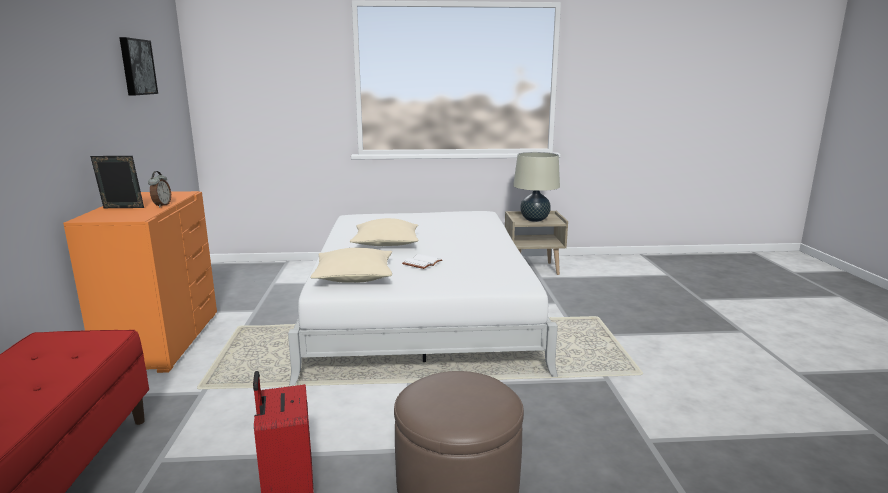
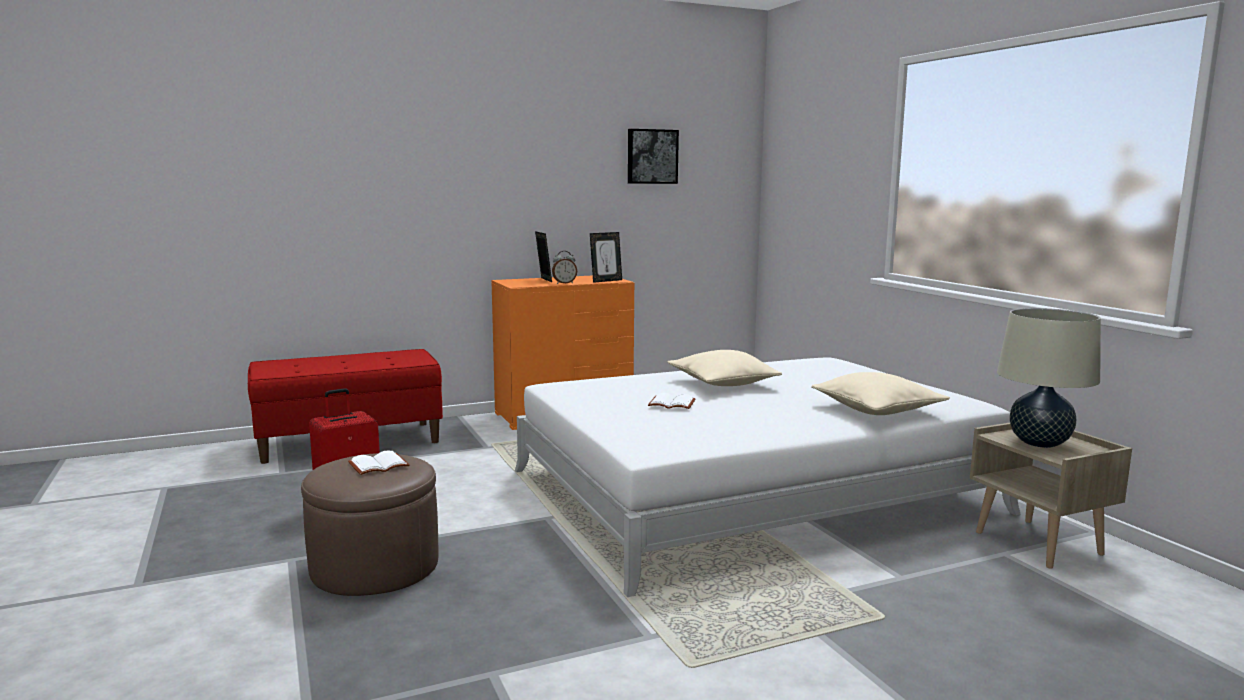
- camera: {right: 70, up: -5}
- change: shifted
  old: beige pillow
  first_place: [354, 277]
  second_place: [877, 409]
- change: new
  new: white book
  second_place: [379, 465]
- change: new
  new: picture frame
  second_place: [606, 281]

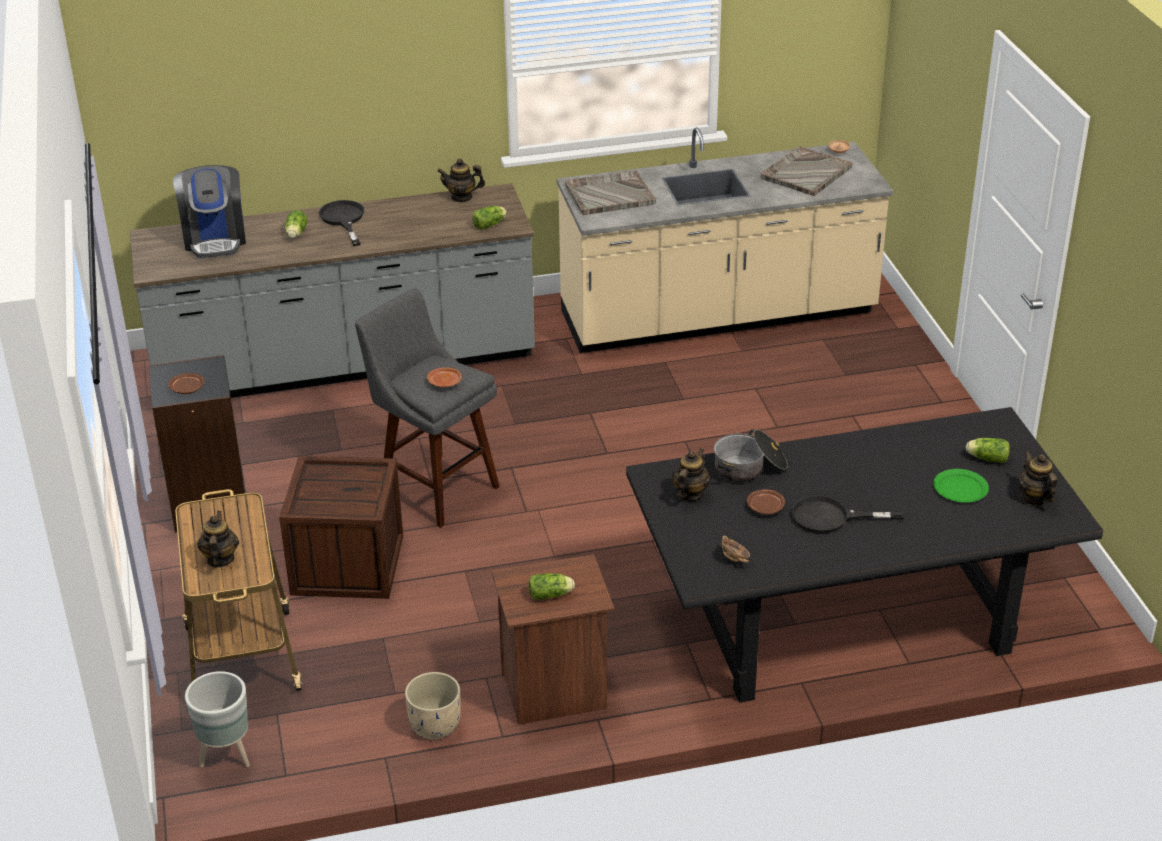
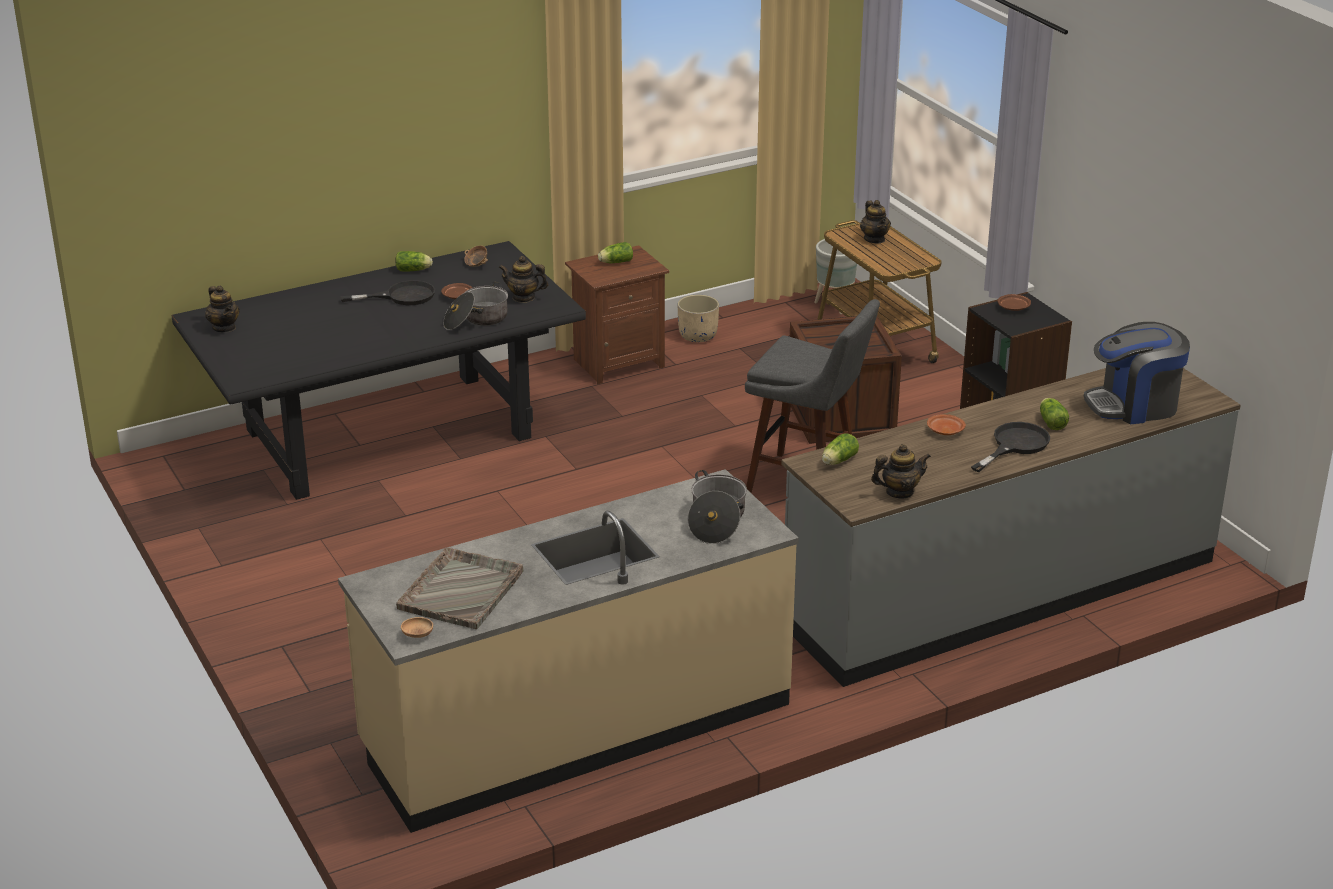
- camera: {right: 165, up: -5}
- change: rotated
  old: coffee machine
  first_place: [215, 239]
  second_place: [1134, 405]
  degrees: -75
- change: rotated
  old: black frying pan
  first_place: [343, 220]
  second_place: [1014, 445]
  degrees: -105
- change: shifted
  old: brown plate
  first_place: [445, 383]
  second_place: [945, 430]
- change: swapped
  old: grey tray
  new: cooking pot
  first_place: [609, 195]
  second_place: [716, 521]
- change: rotated
  old: teapot
  first_place: [689, 494]
  second_place: [523, 297]
  degrees: 90
- change: gone
  old: green plate
  first_place: [960, 488]
- change: shifted
  old: lettuce
  first_place: [986, 458]
  second_place: [414, 270]

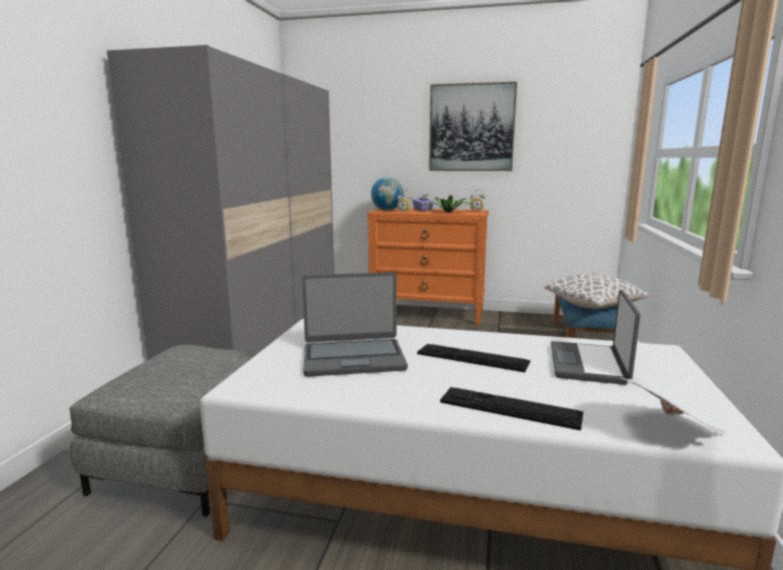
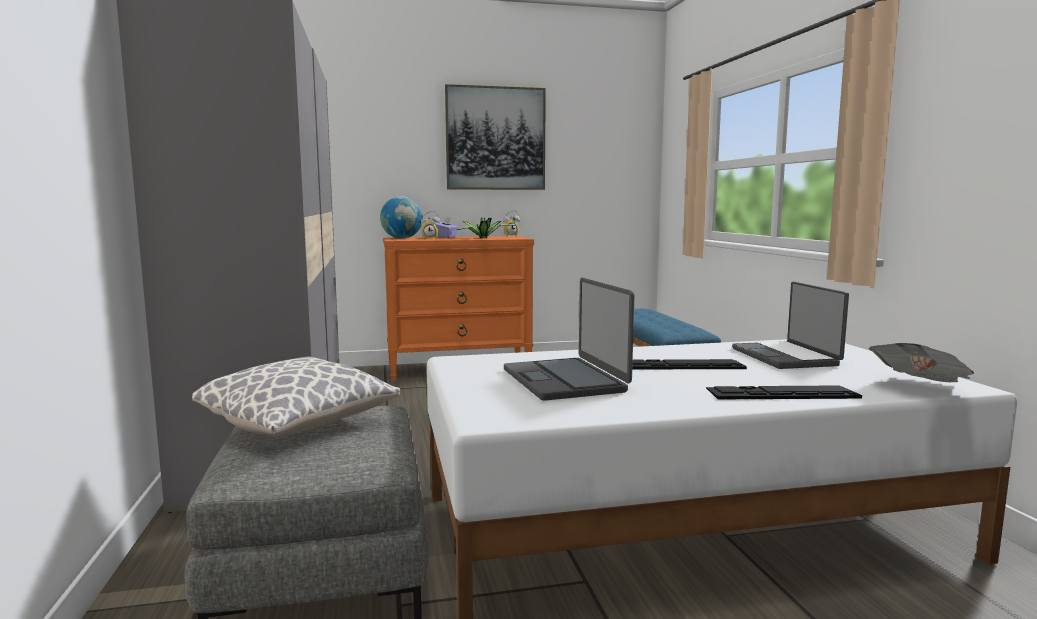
- camera: {right: -25, up: -5}
- change: rotated
  old: laptop
  first_place: [353, 358]
  second_place: [565, 380]
  degrees: 105
- change: shifted
  old: pillow
  first_place: [593, 305]
  second_place: [300, 425]

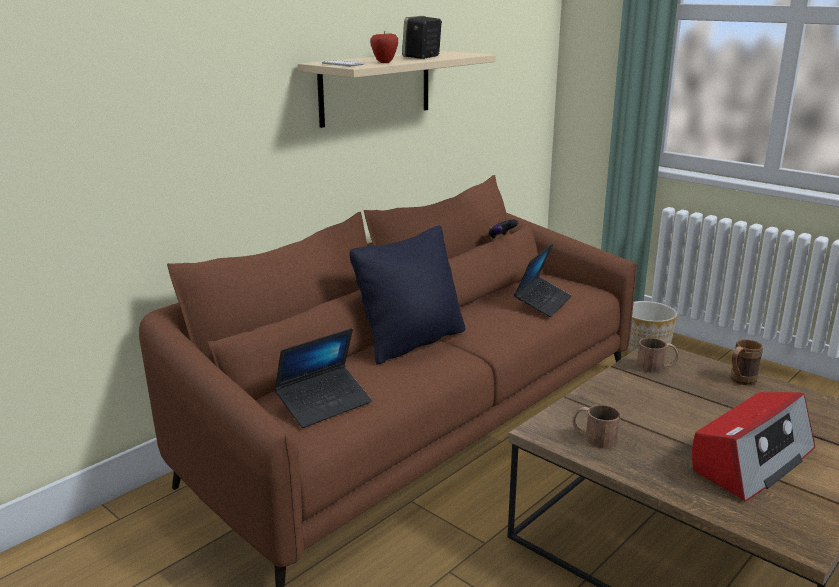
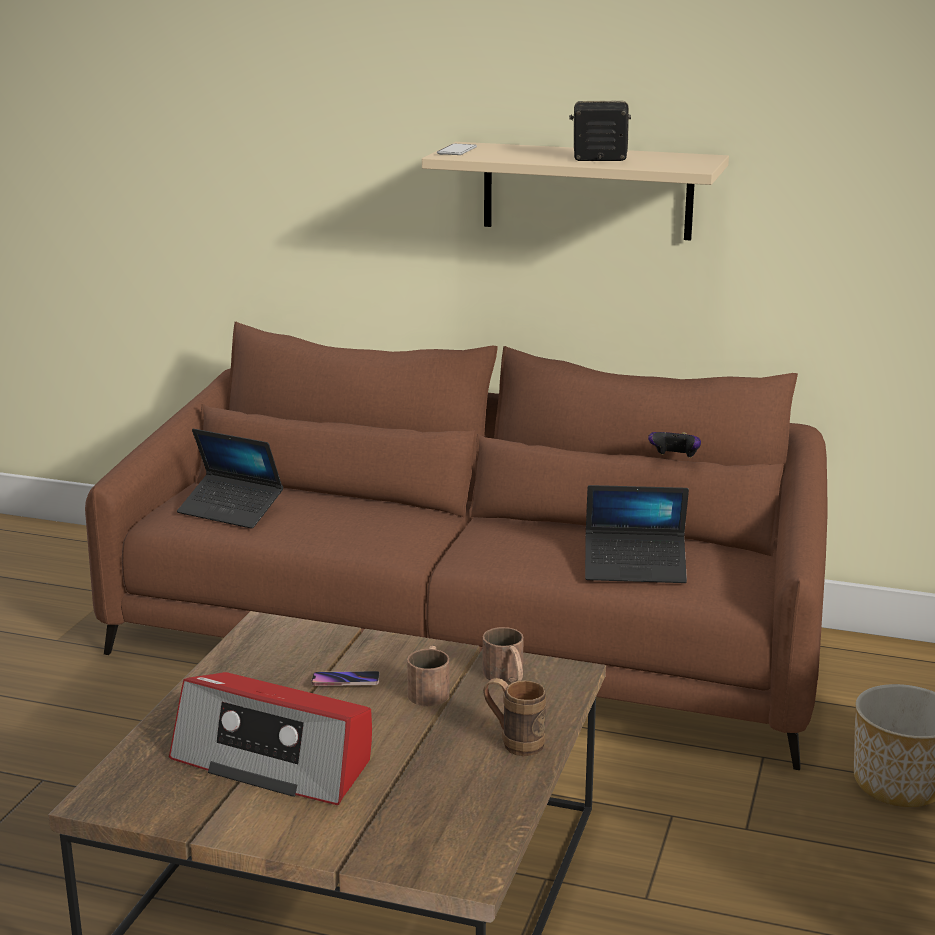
- camera: {right: 65, up: 0}
- change: gone
  old: black pillow
  first_place: [412, 342]
- change: gone
  old: apple
  first_place: [384, 63]
- change: shifted
  old: brown mug
  first_place: [593, 437]
  second_place: [430, 690]
- change: new
  new: phone
  second_place: [345, 682]

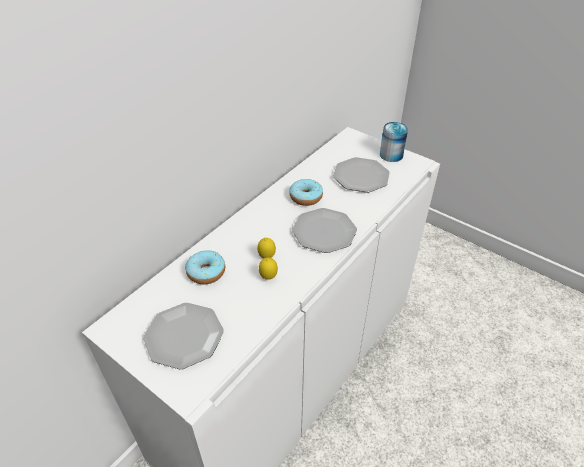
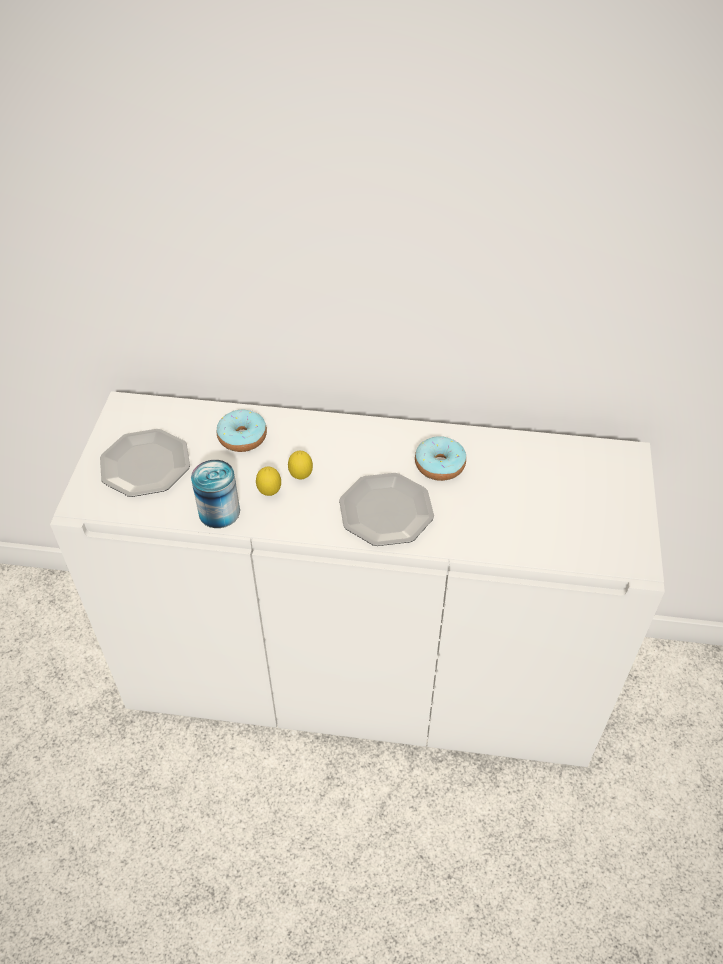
- camera: {right: 60, up: 5}
- change: gone
  old: plate
  first_place: [361, 176]
- change: shifted
  old: can
  first_place: [391, 155]
  second_place: [219, 512]

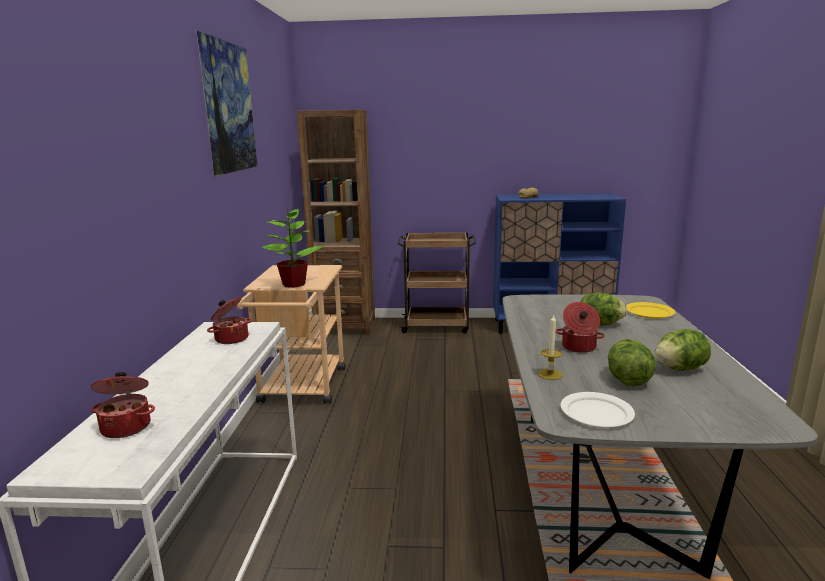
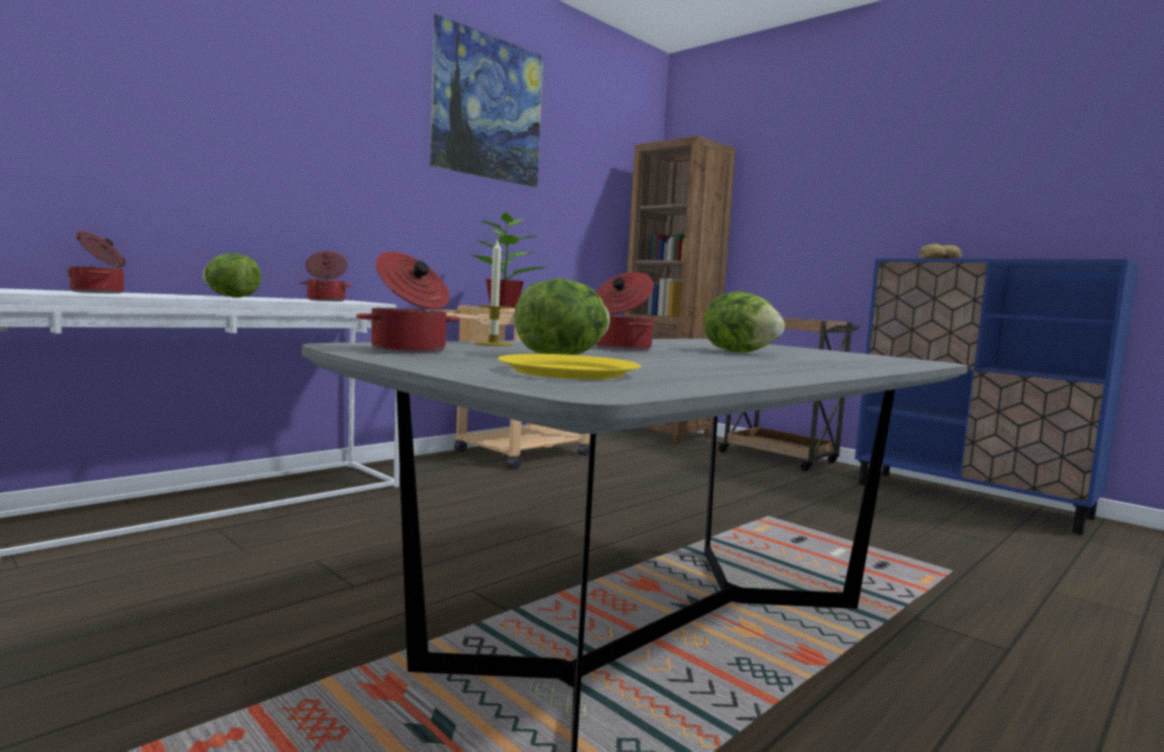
- camera: {right: 40, up: -10}
- change: swapped
  old: white plate
  new: cooking pot
  first_place: [597, 412]
  second_place: [409, 350]
- change: shifted
  old: yellow plate
  first_place: [649, 312]
  second_place: [567, 372]
- change: shifted
  old: lettuce
  first_place: [679, 369]
  second_place: [231, 297]

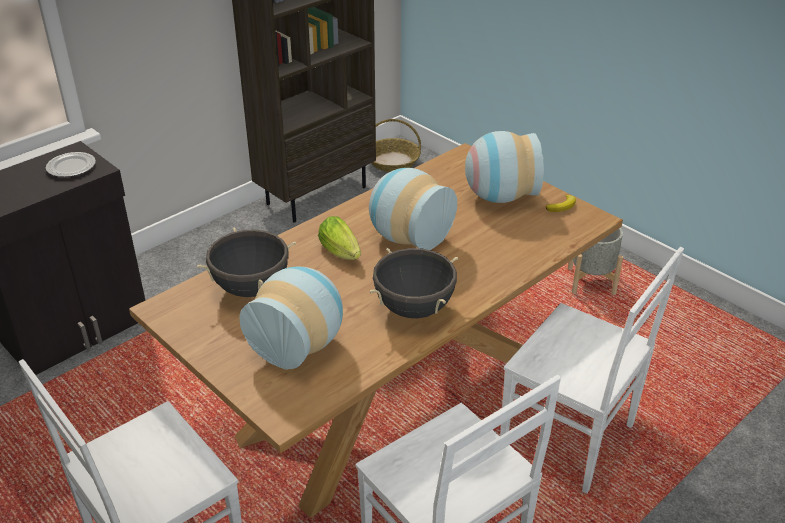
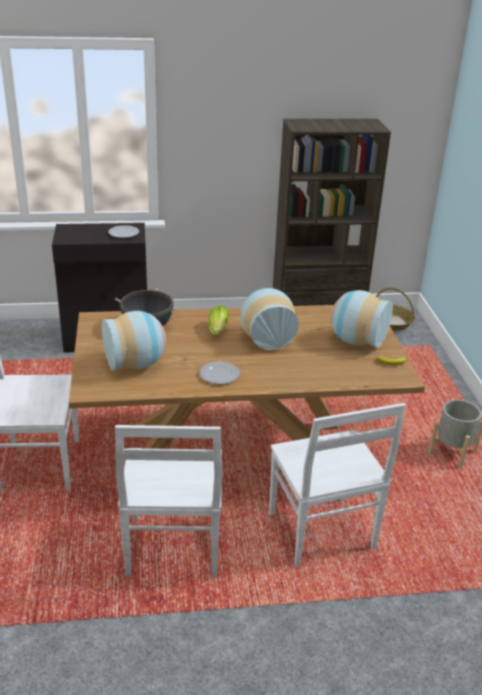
- camera: {right: 35, up: -5}
- change: swapped
  old: black cooking pot
  new: plate
  first_place: [414, 308]
  second_place: [219, 375]

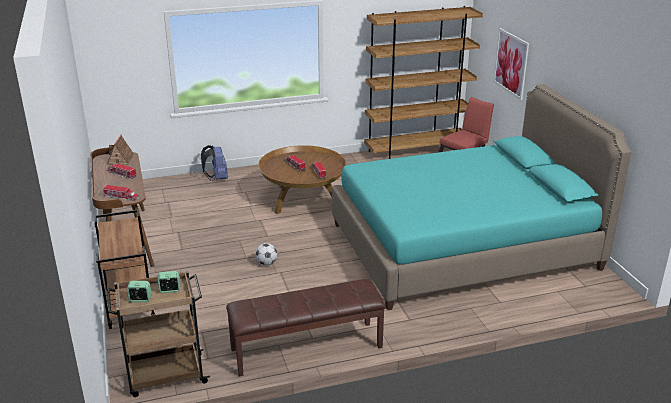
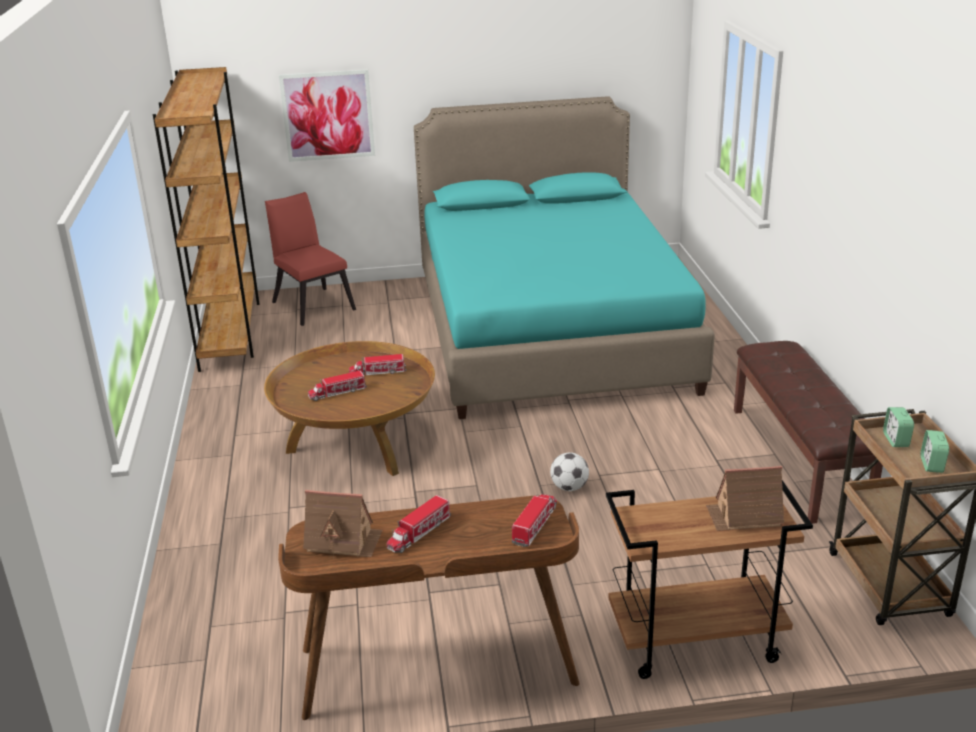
- camera: {right: -80, up: 0}
- change: gone
  old: blue backpack
  first_place: [217, 178]
- change: new
  new: toy house
  second_place: [744, 516]

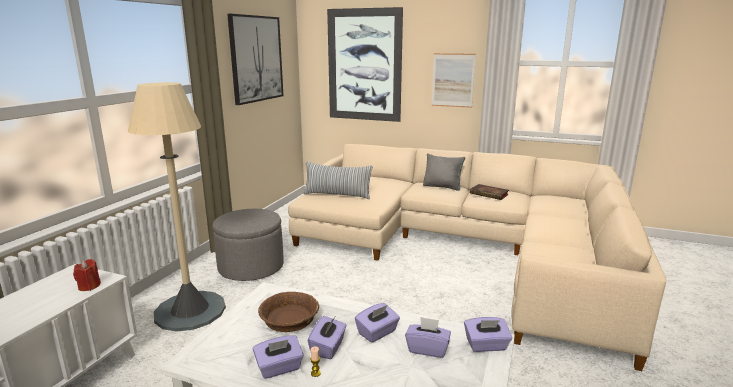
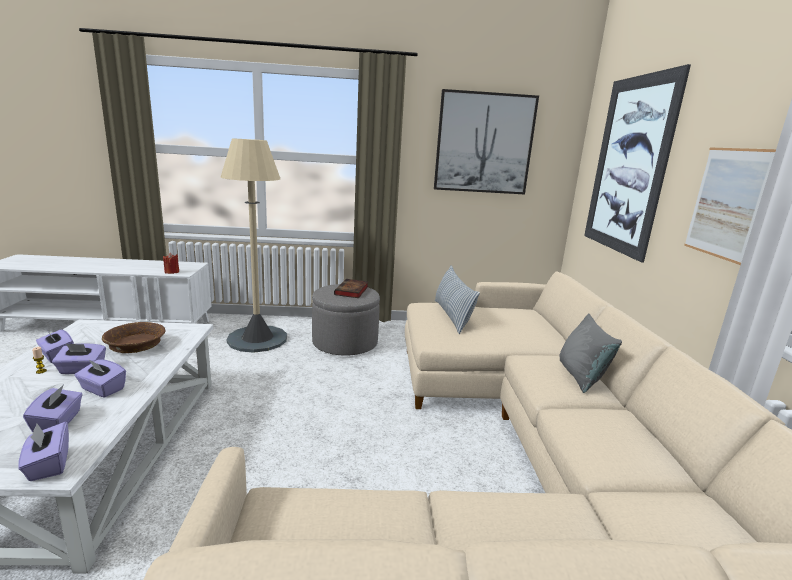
- camera: {right: 65, up: 0}
- change: shifted
  old: book
  first_place: [490, 194]
  second_place: [351, 291]

